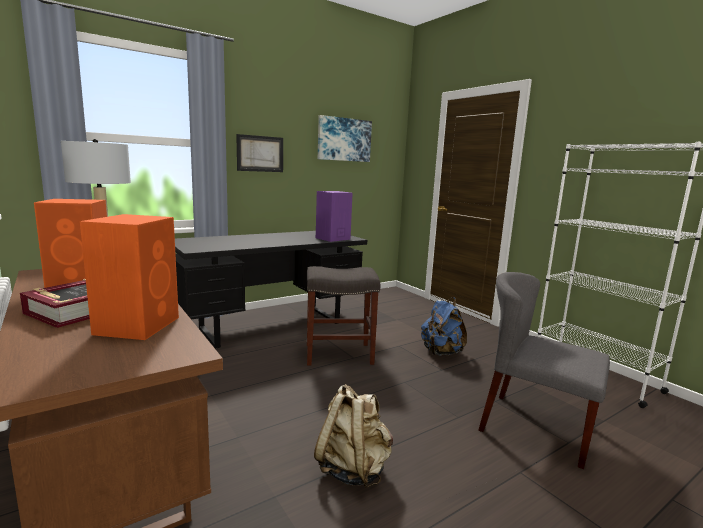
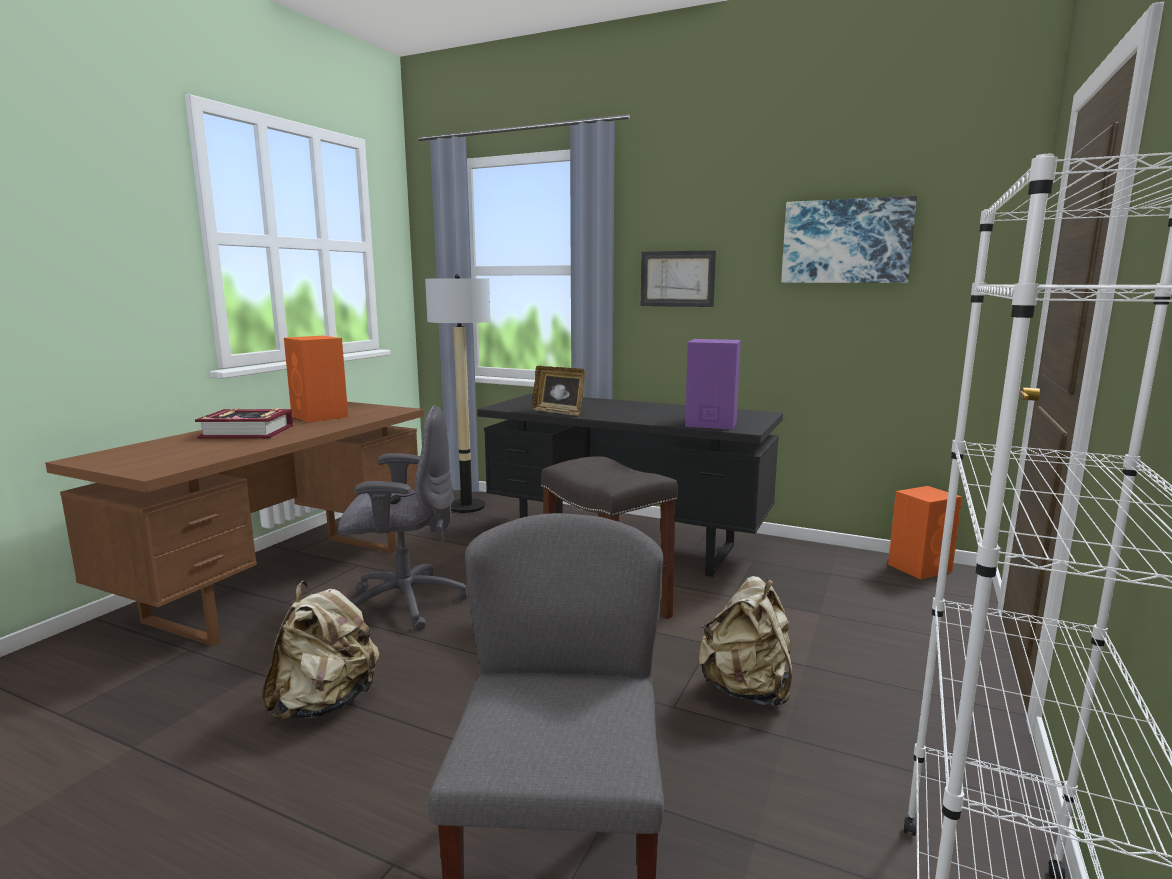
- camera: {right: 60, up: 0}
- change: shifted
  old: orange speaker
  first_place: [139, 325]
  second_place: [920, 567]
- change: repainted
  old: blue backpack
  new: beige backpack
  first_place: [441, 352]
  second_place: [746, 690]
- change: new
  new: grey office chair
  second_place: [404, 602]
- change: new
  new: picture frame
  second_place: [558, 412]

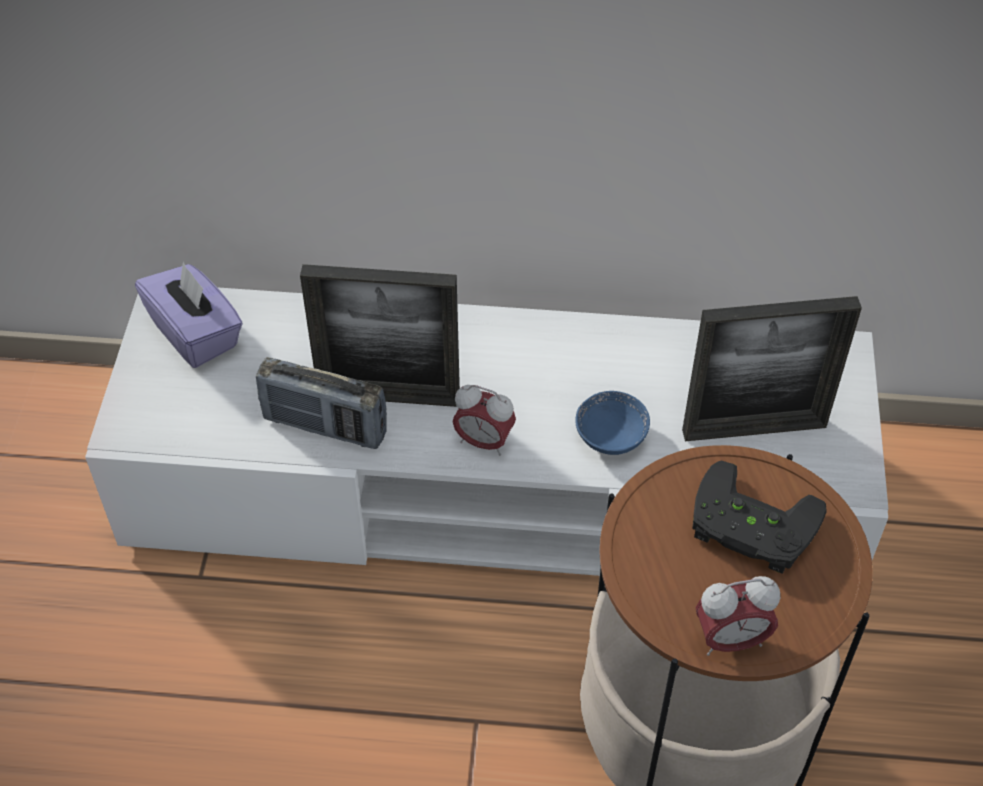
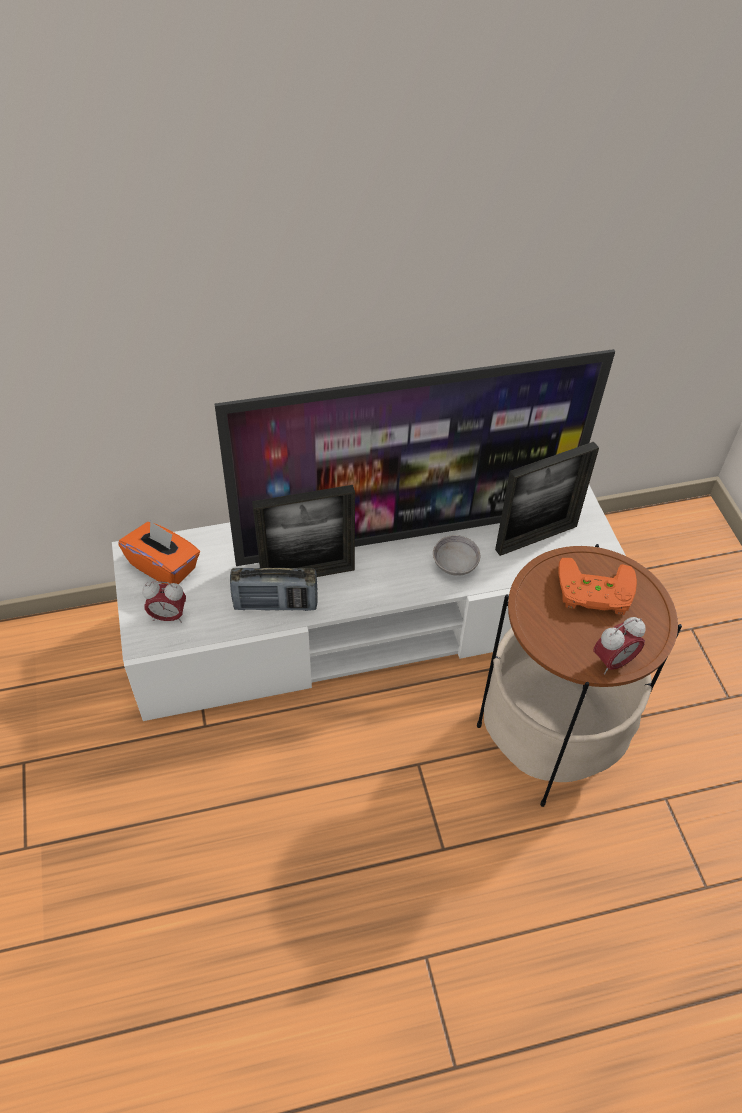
- camera: {right: -20, up: 0}
- change: repainted
  old: purple tissue box
  new: orange tissue box
  first_place: [196, 333]
  second_place: [164, 566]
- change: shifted
  old: alarm clock
  first_place: [483, 442]
  second_place: [168, 616]
- change: repainted
  old: blue bowl
  new: grey bowl
  first_place: [611, 436]
  second_place: [455, 564]
- change: repainted
  old: black game controller
  new: orange game controller
  first_place: [749, 529]
  second_place: [594, 593]
- change: new
  new: television
  second_place: [406, 533]

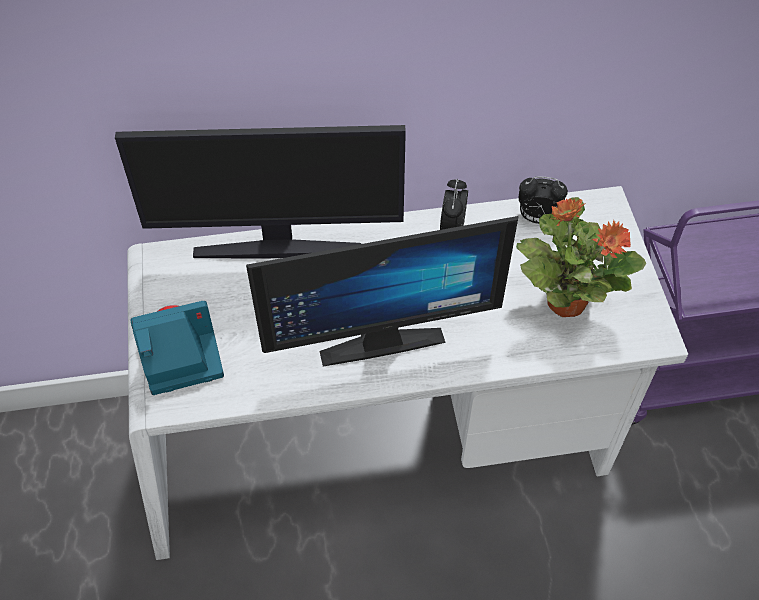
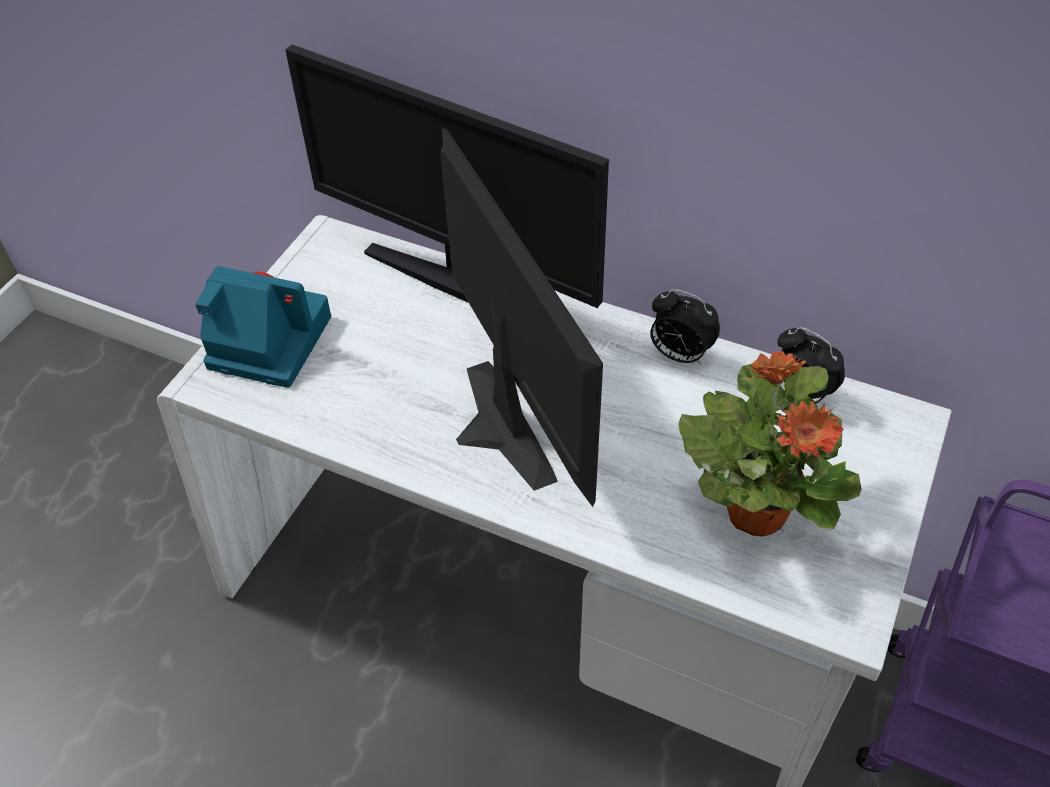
- camera: {right: 35, up: -5}
- change: rotated
  old: monitor
  first_place: [378, 334]
  second_place: [491, 430]
  degrees: -135
- change: rotated
  old: alarm clock
  first_place: [452, 227]
  second_place: [679, 355]
  degrees: -105

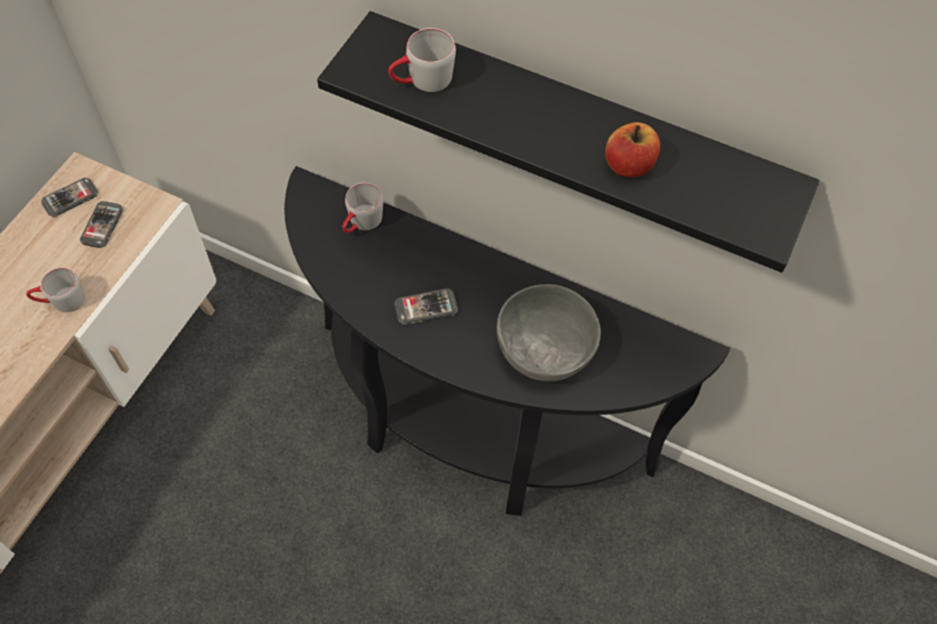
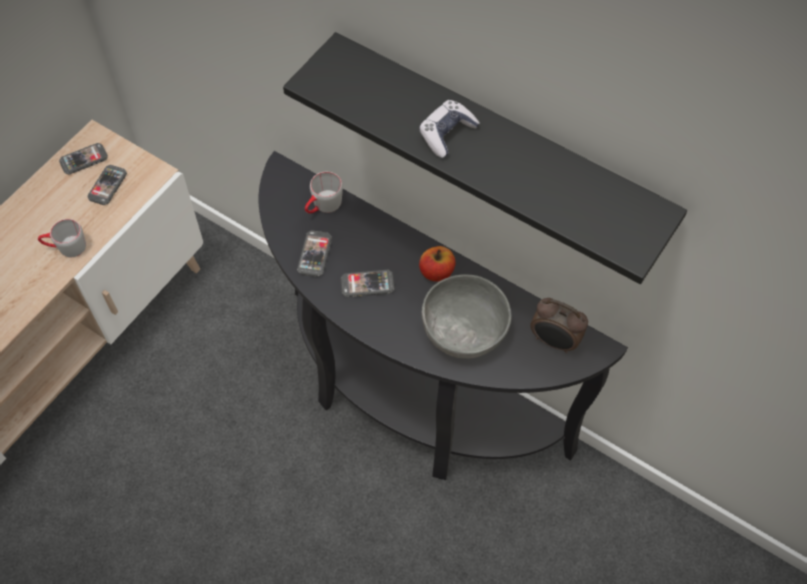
- camera: {right: 10, up: 0}
- change: gone
  old: grey mug
  first_place: [421, 81]
- change: shifted
  old: apple
  first_place: [629, 165]
  second_place: [437, 272]
- change: new
  new: phone
  second_place: [314, 254]
- change: new
  new: game controller
  second_place: [447, 134]
- change: new
  new: alarm clock
  second_place: [554, 342]

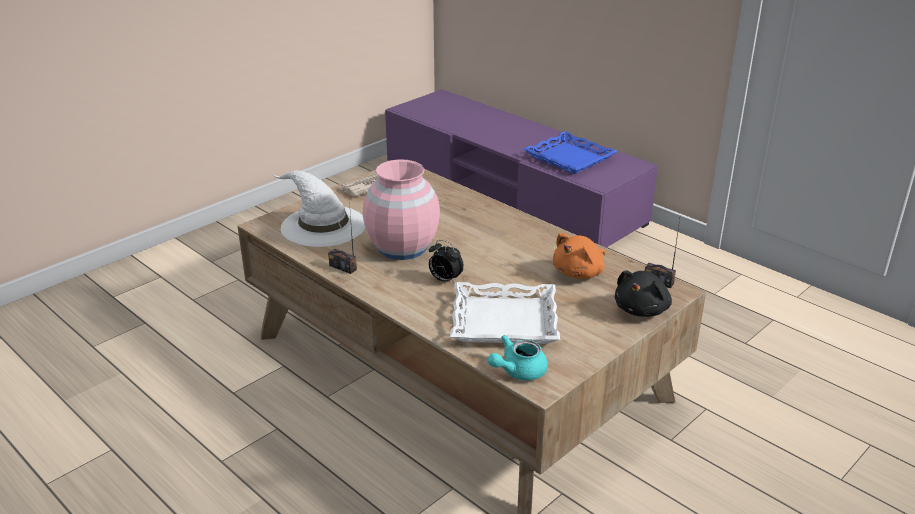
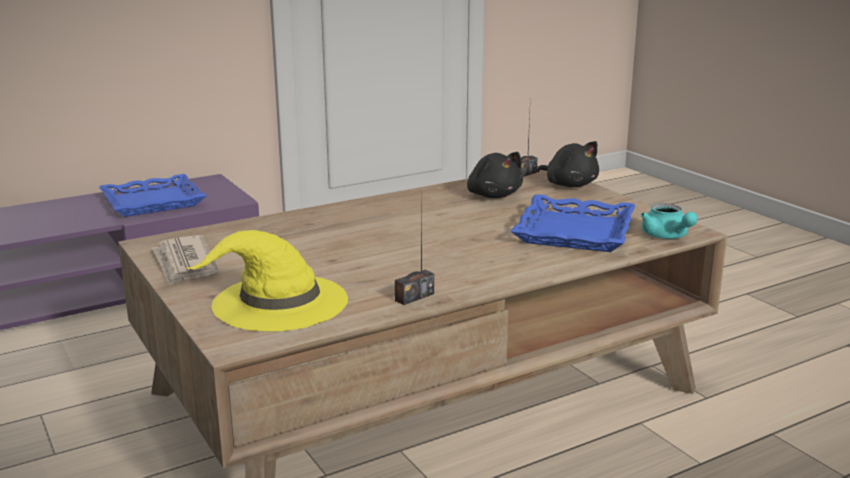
- camera: {right: -75, up: -10}
- change: repainted
  old: white hat
  new: yellow hat
  first_place: [322, 225]
  second_place: [278, 302]
- change: gone
  old: pink vase
  first_place: [402, 247]
- change: gone
  old: alarm clock
  first_place: [445, 280]
- change: repainted
  old: white tray
  new: blue tray
  first_place: [504, 321]
  second_place: [575, 232]
- change: repainted
  old: orange plush toy
  new: black plush toy
  first_place: [580, 273]
  second_place: [493, 195]

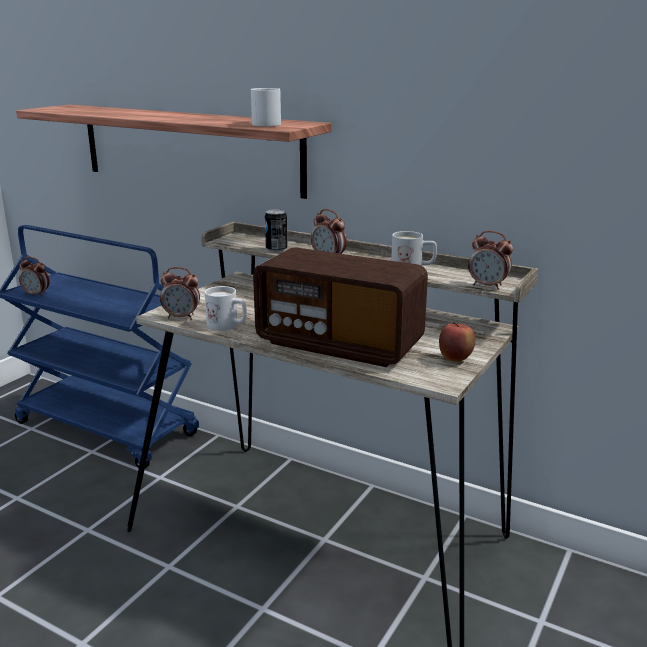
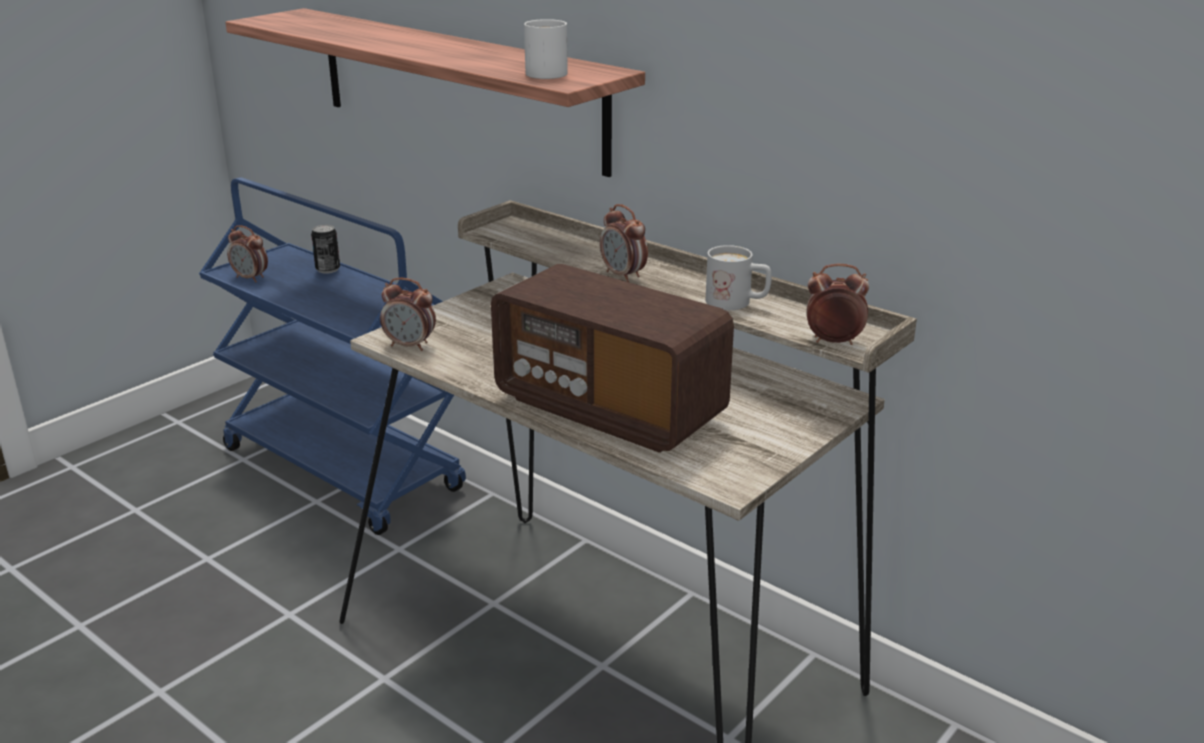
- camera: {right: 10, up: 5}
- change: gone
  old: white mug
  first_place: [228, 326]
- change: shifted
  old: can
  first_place: [276, 250]
  second_place: [328, 269]
- change: gone
  old: apple
  first_place: [455, 359]
- change: rotated
  old: alarm clock
  first_place: [488, 286]
  second_place: [833, 341]
  degrees: 150

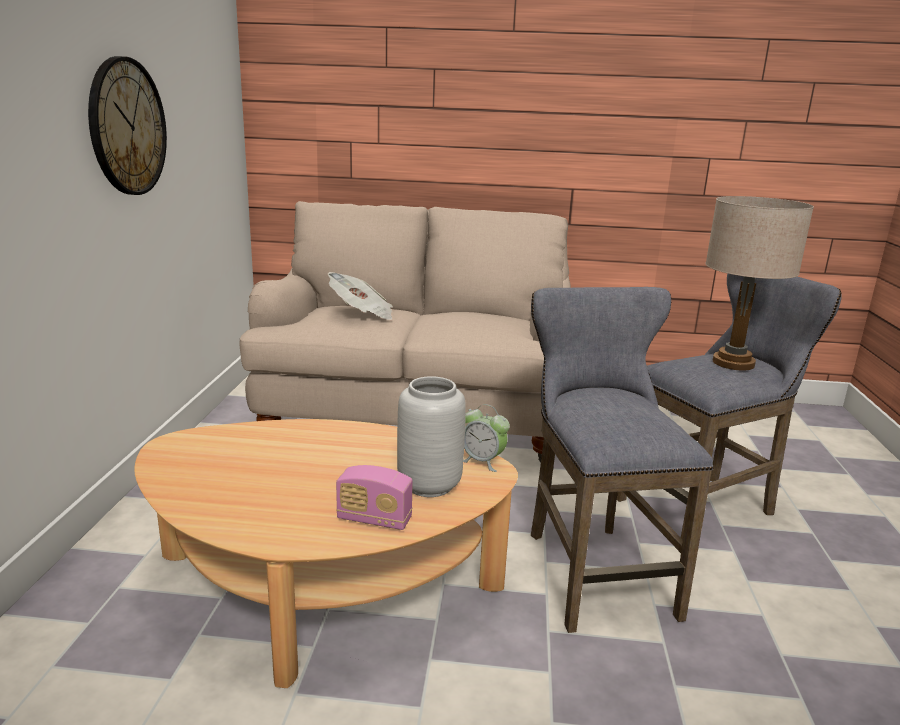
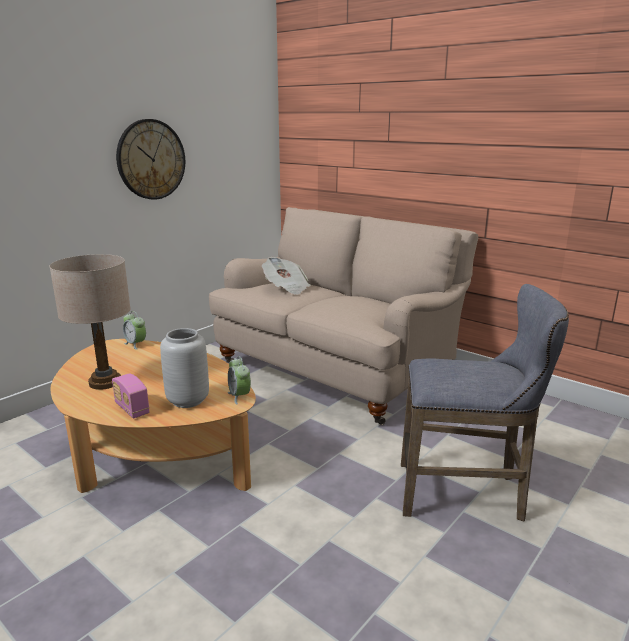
- camera: {right: 35, up: 0}
- change: gone
  old: grey stool
  first_place: [593, 568]
- change: shifted
  old: beige table lamp
  first_place: [733, 363]
  second_place: [105, 382]
- change: new
  new: alarm clock
  second_place: [136, 344]

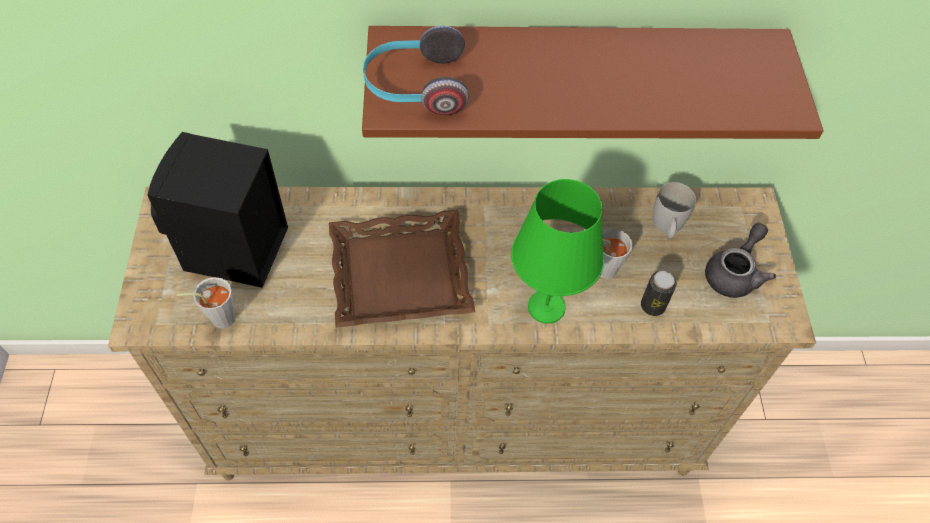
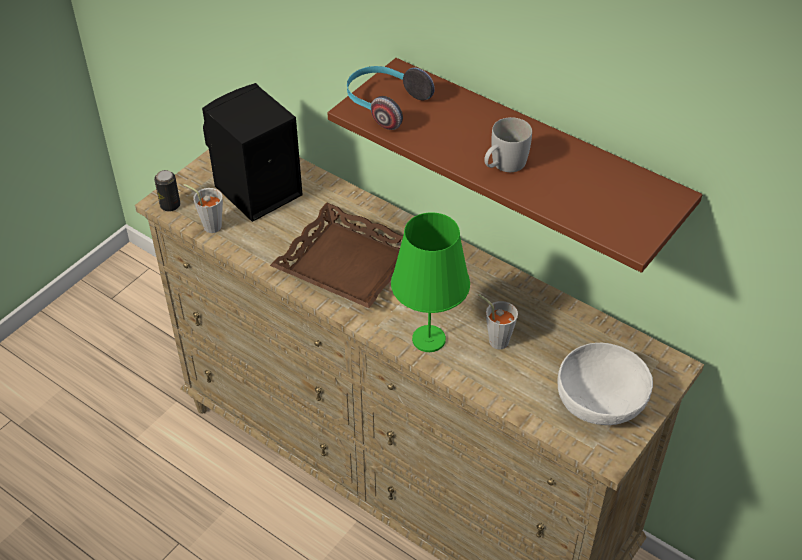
- camera: {right: 40, up: -10}
- change: shifted
  old: can
  first_place: [652, 306]
  second_place: [170, 205]
- change: shifted
  old: white mug
  first_place: [667, 227]
  second_place: [503, 165]
- change: swapped
  old: grey teapot
  new: white bowl
  first_place: [734, 273]
  second_place: [601, 401]

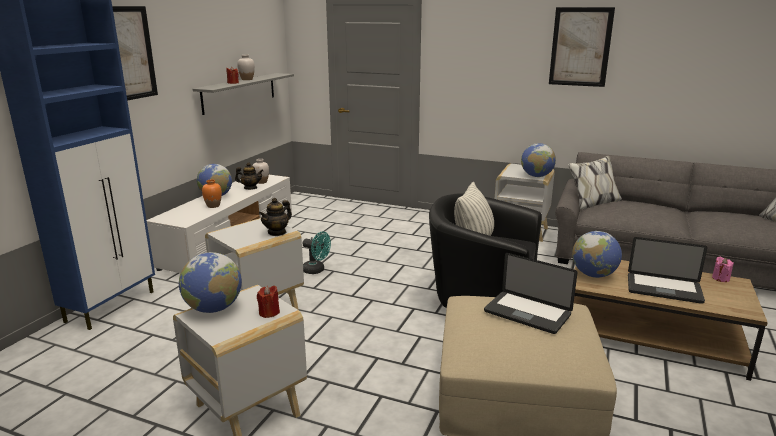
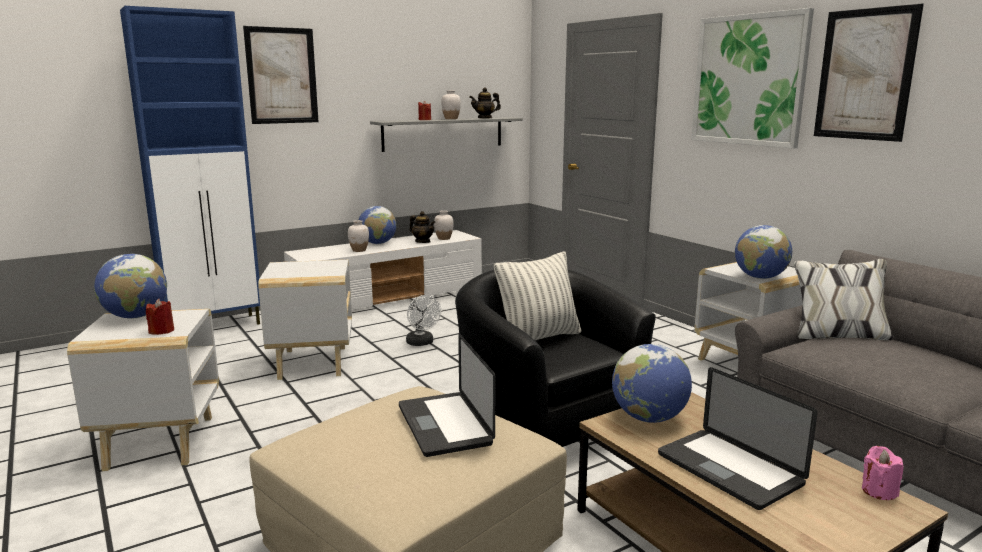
- camera: {right: 35, up: -5}
- change: repainted
  old: orange vase
  new: white vase
  first_place: [213, 206]
  second_place: [359, 250]
- change: shifted
  old: teapot
  first_place: [277, 232]
  second_place: [485, 118]
- change: repainted
  old: turquoise fan
  new: white fan
  first_place: [316, 270]
  second_place: [422, 343]
- change: new
  new: picture
  second_place: [748, 80]

